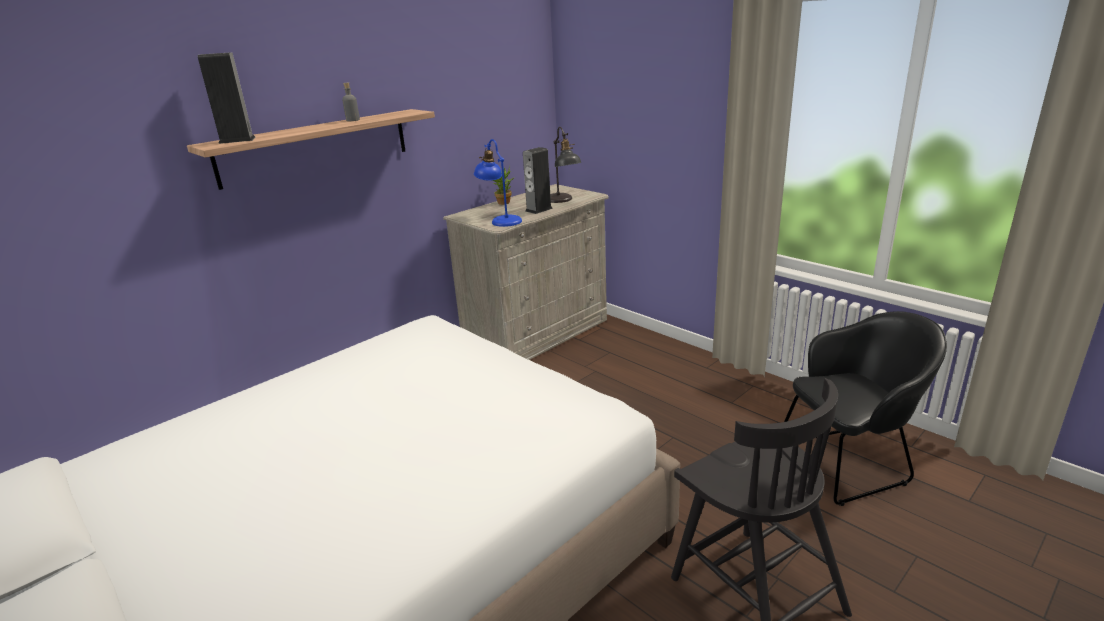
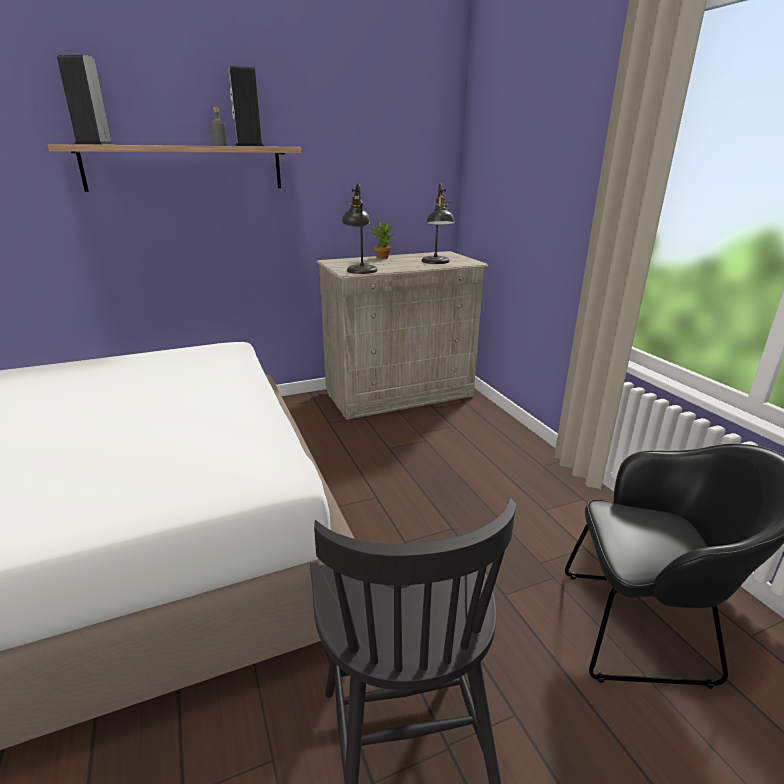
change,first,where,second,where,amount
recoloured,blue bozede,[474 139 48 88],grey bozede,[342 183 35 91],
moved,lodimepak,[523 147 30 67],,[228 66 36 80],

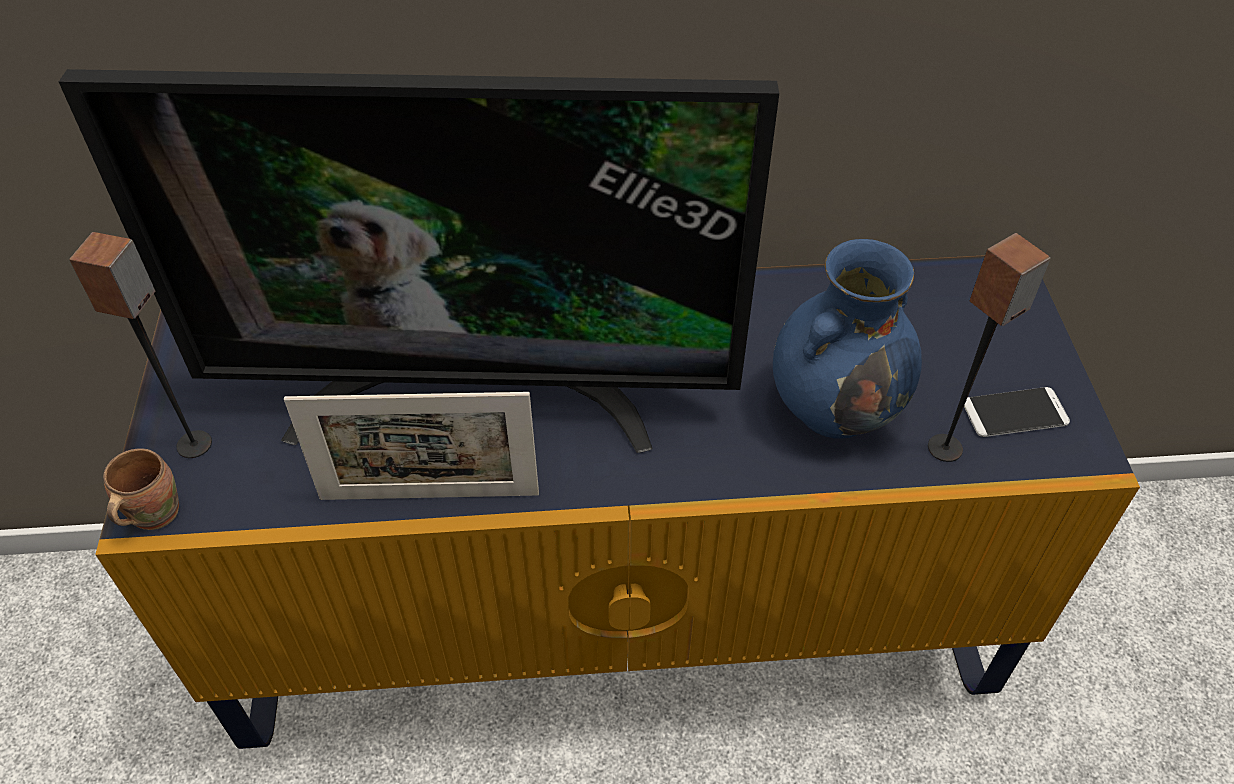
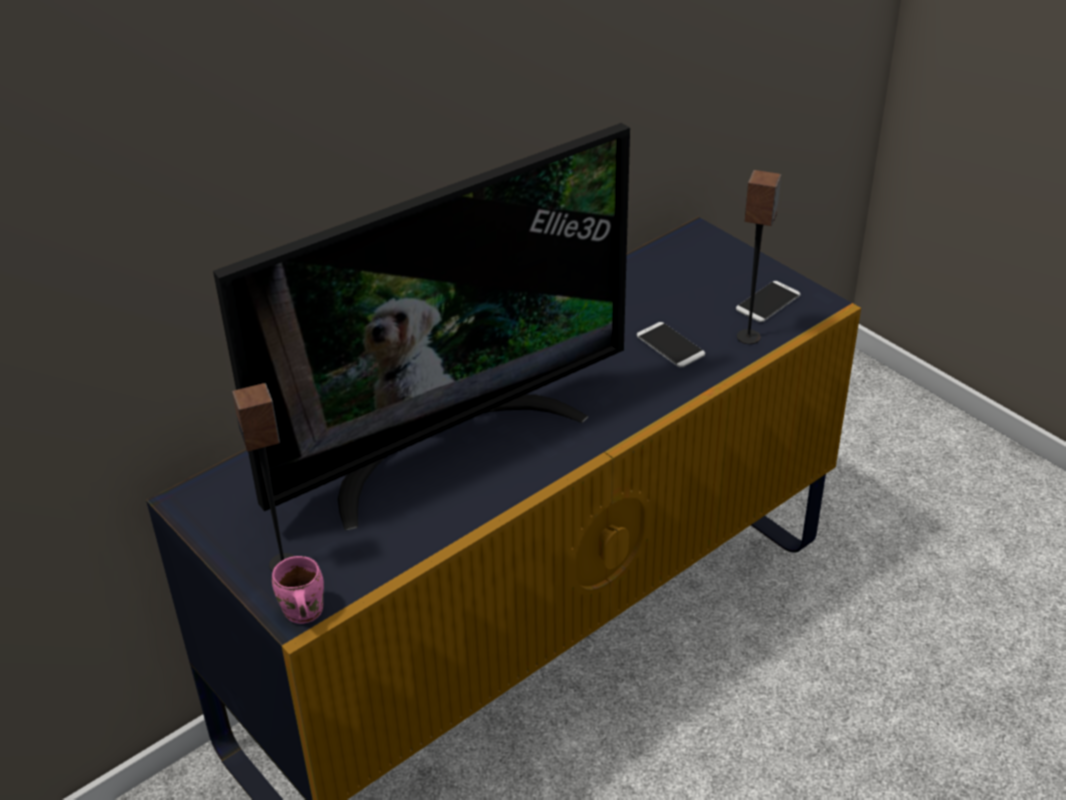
change,first,where,second,where,amount
replaced,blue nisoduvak,[773 239 149 199],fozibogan,[637 322 68 46],
removed,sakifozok,[284 392 255 108],,,
recoloured,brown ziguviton,[103 448 76 82],pink ziguviton,[272 556 52 68],

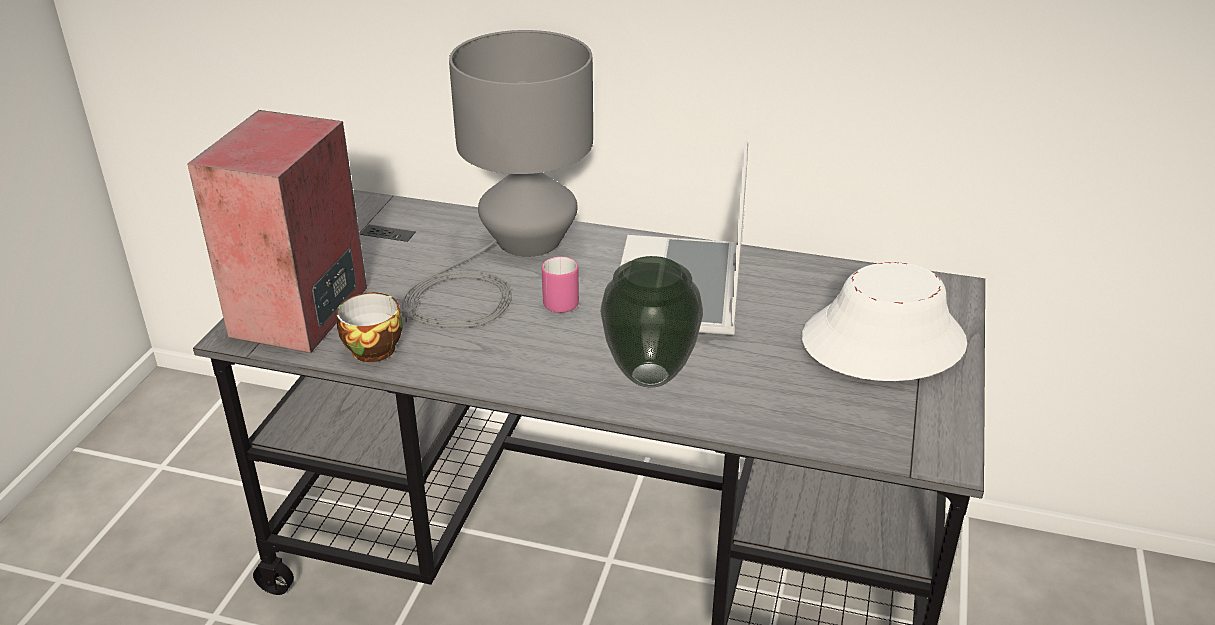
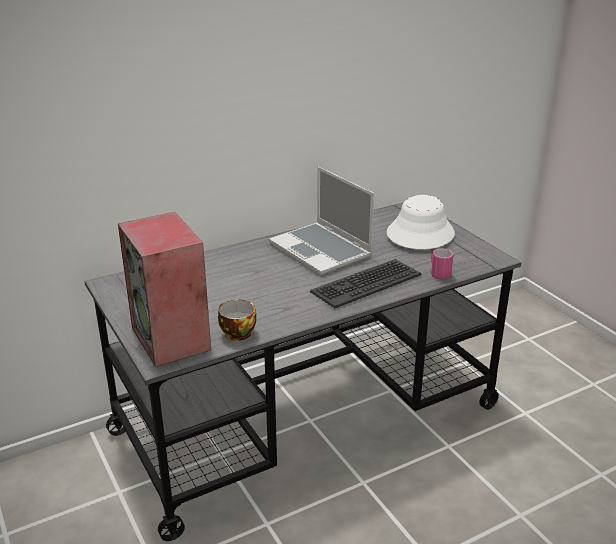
change,first,where,second,where,amount
removed,grey bozede,[401 30 192 298],,,
replaced,nisoduvak,[600 256 103 132],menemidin,[310 259 111 49],
moved,pink ziguviton,[542 257 37 56],,[431 249 23 31],

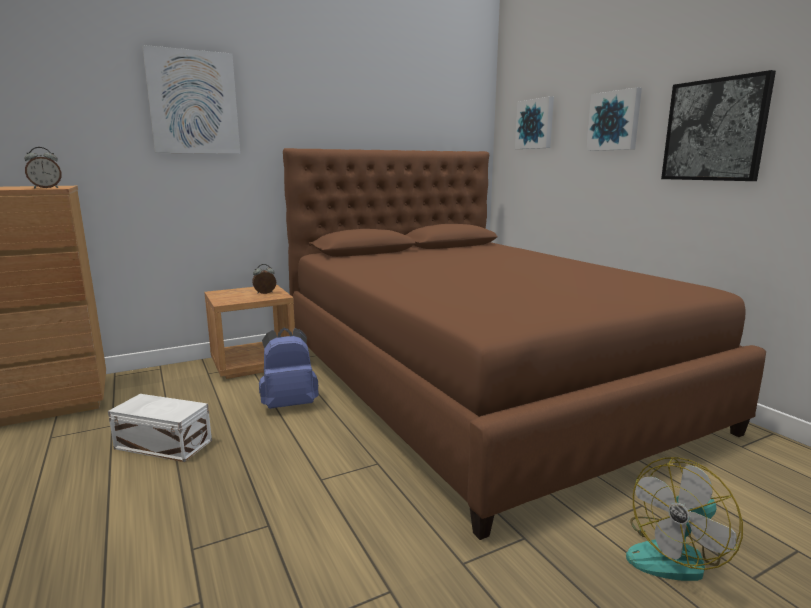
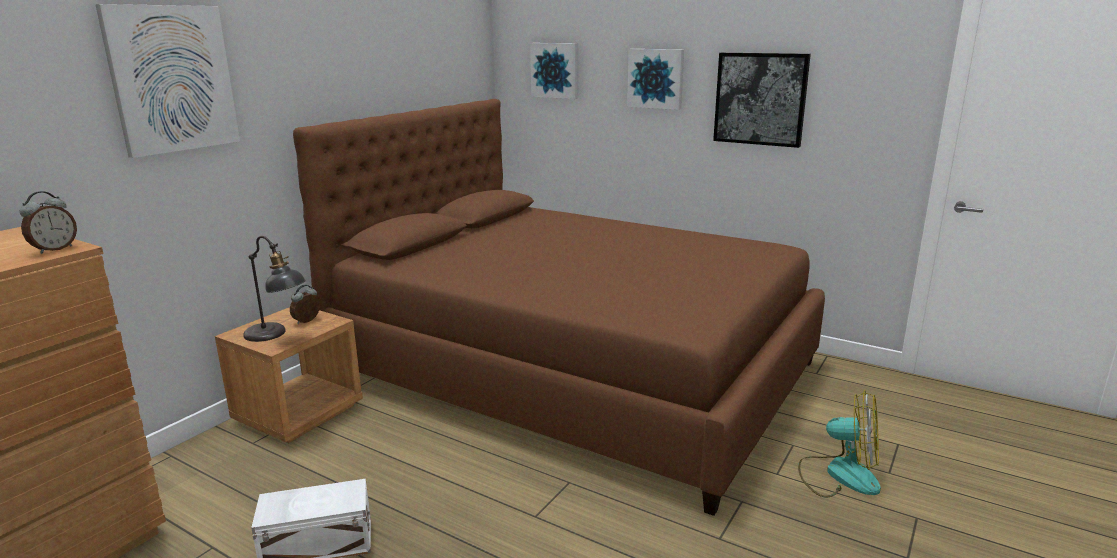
change,first,where,second,where,amount
removed,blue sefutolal,[259 328 60 81],,,
turned,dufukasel,[626 457 117 124],,[798 390 83 108],90 degrees counterclockwise
added,,,grey bozede,[244 236 62 106],

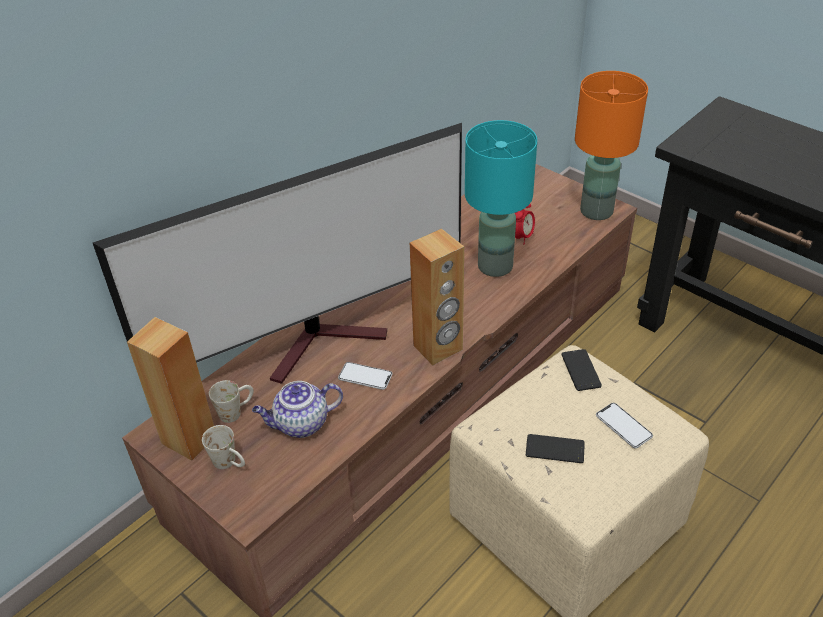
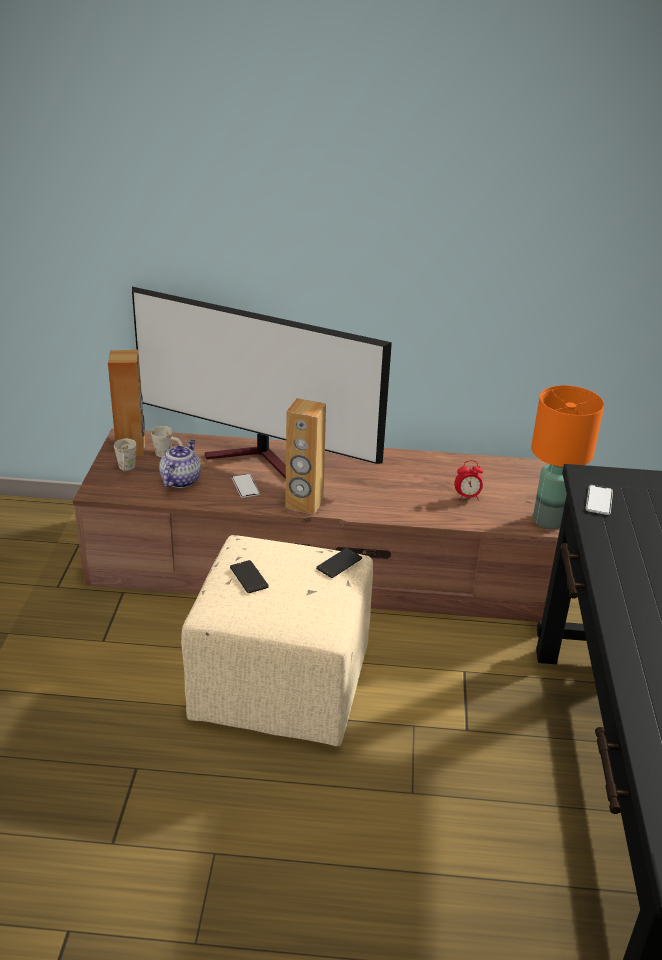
change,first,where,second,where,amount
removed,turquoise bozede,[465 120 72 157],,,
turned,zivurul,[252 381 91 57],,[159 440 42 48],75 degrees clockwise
moved,fozibogan,[596 403 57 45],,[586 485 27 30],

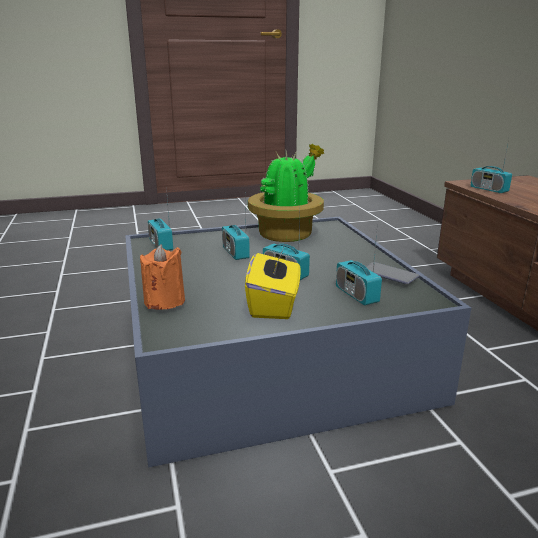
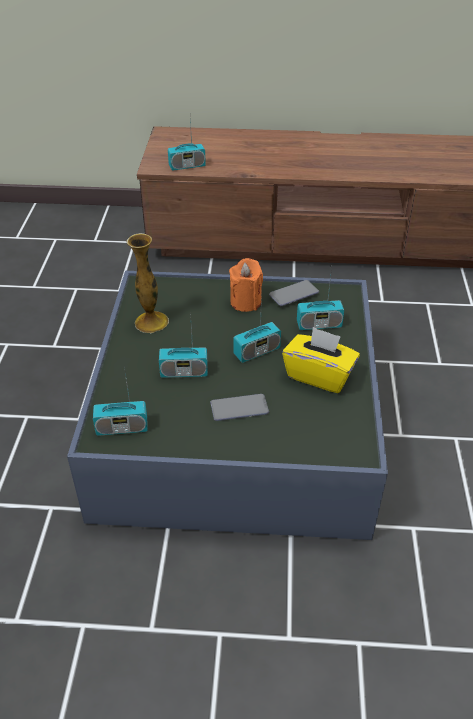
change,first,where,second,where,amount
replaced,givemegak,[248 144 77 98],nisoduvak,[127 233 42 100],
moved,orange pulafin,[140 244 45 65],,[229 258 34 54],
added,,,fozibogan,[210 394 59 27],

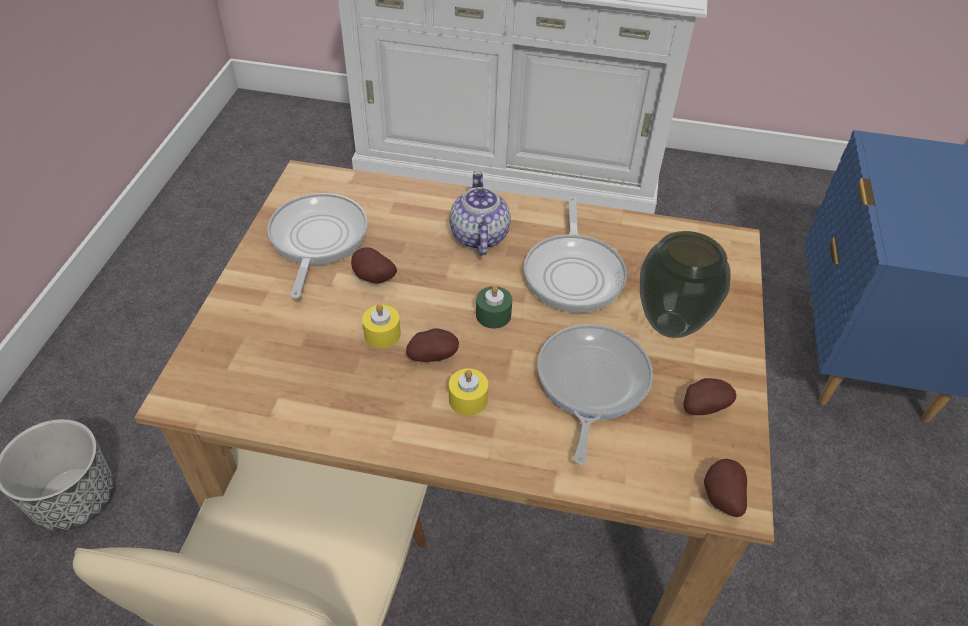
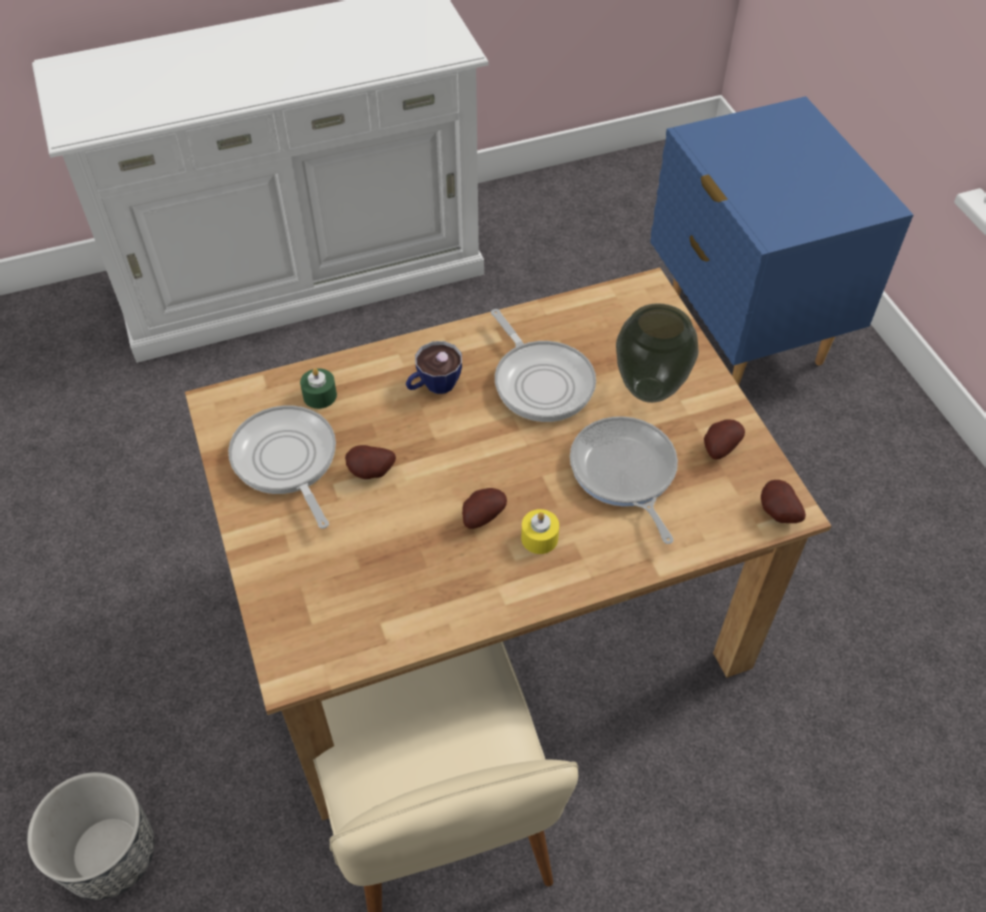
change,first,where,second,where,amount
replaced,zivurul,[450 171 61 85],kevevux,[406 341 56 53],
moved,green pulafin,[476 285 36 43],,[300 368 37 41],
removed,yellow pulafin,[362 304 39 44],,,

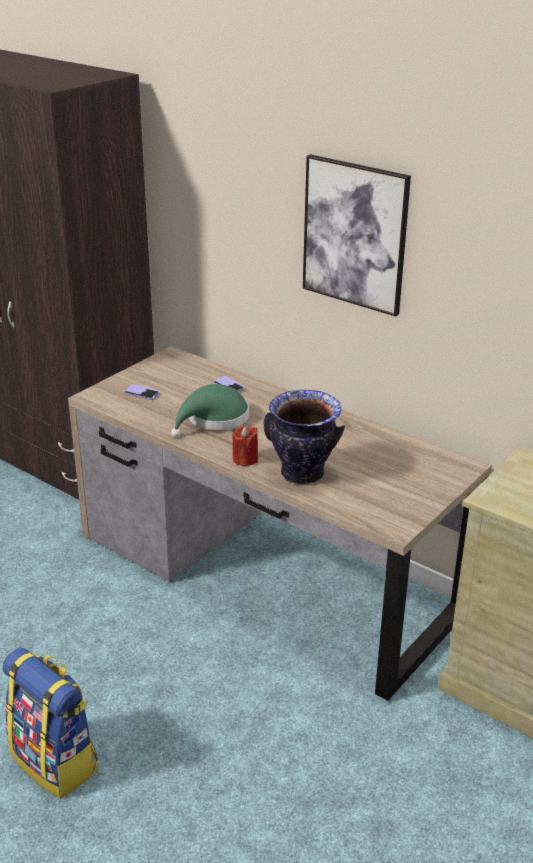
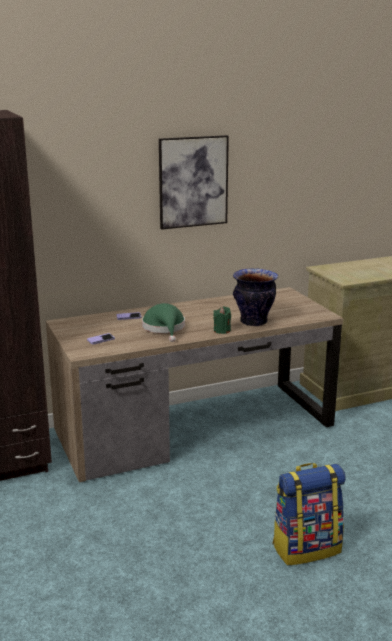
change,first,where,second,where,amount
recoloured,red pulafin,[233 426 25 40],green pulafin,[213 306 18 28],

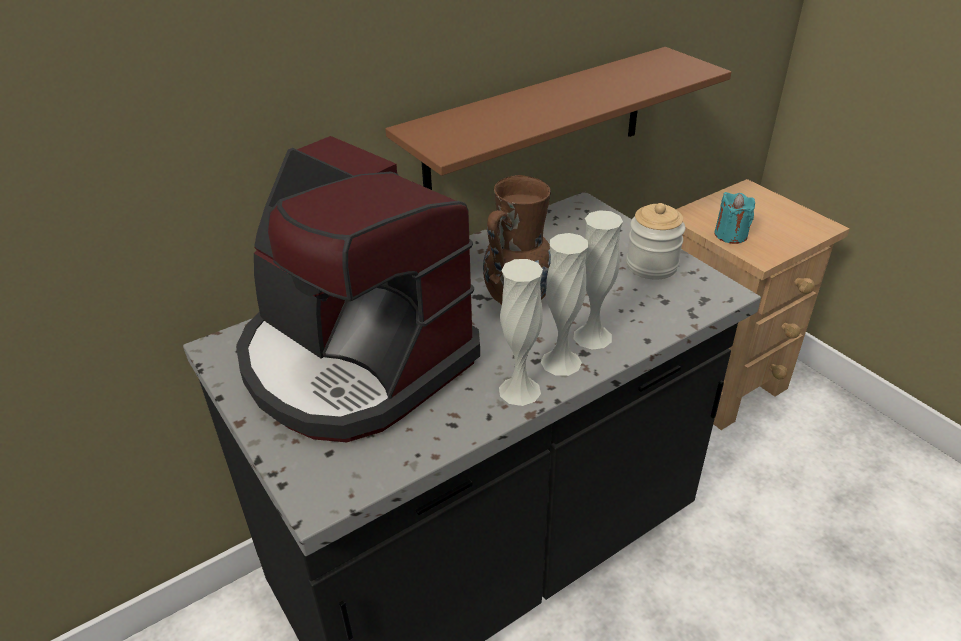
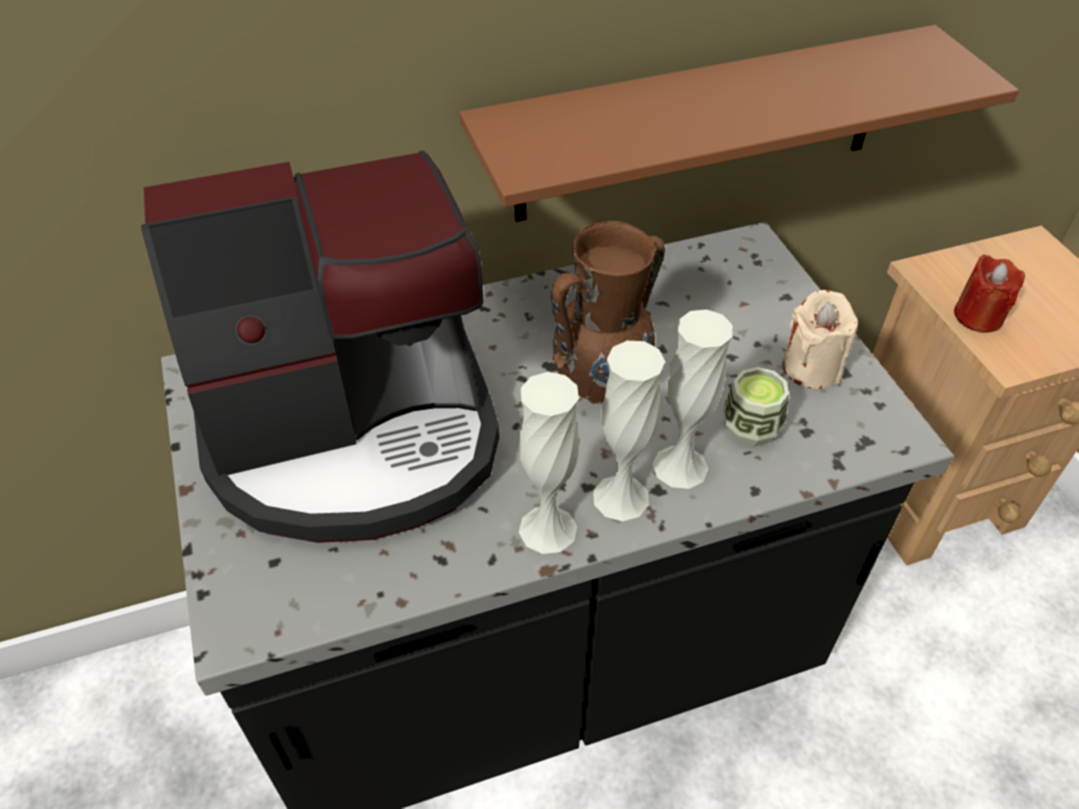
change,first,where,second,where,amount
turned,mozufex,[236 136 244 306],,[141 151 358 392],75 degrees counterclockwise
recoloured,turquoise pulafin,[714 192 41 52],red pulafin,[954 254 71 79],
replaced,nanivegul,[626 203 59 77],beige pulafin,[782 290 76 99],
added,,,kevevux,[723 367 66 80],

